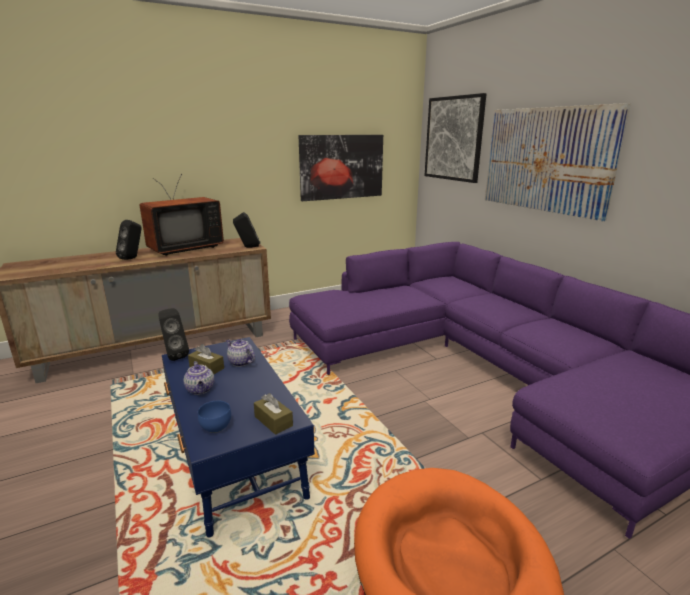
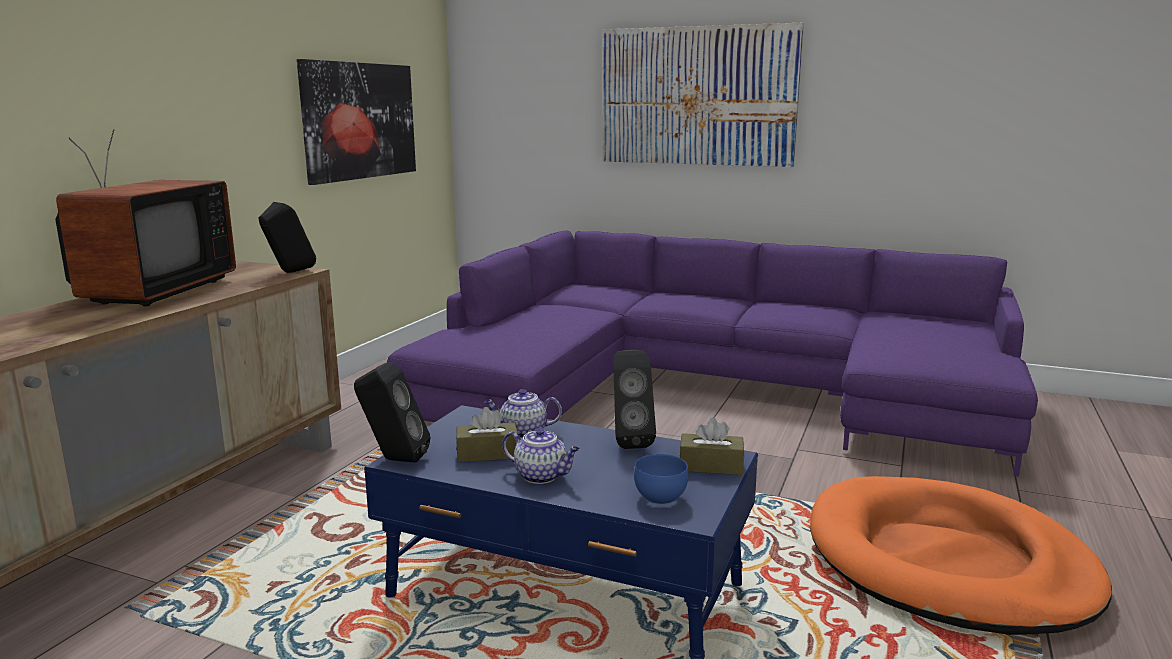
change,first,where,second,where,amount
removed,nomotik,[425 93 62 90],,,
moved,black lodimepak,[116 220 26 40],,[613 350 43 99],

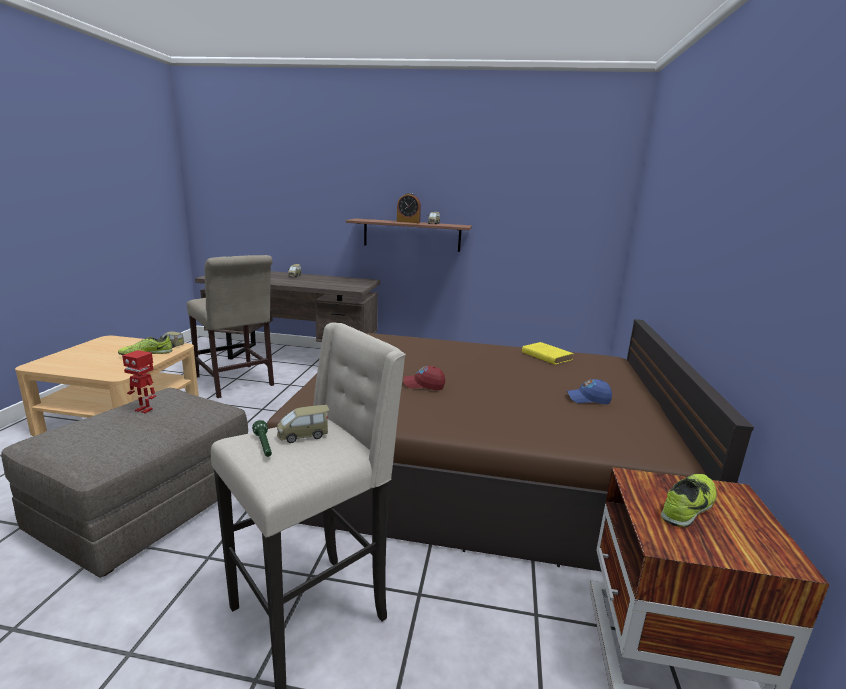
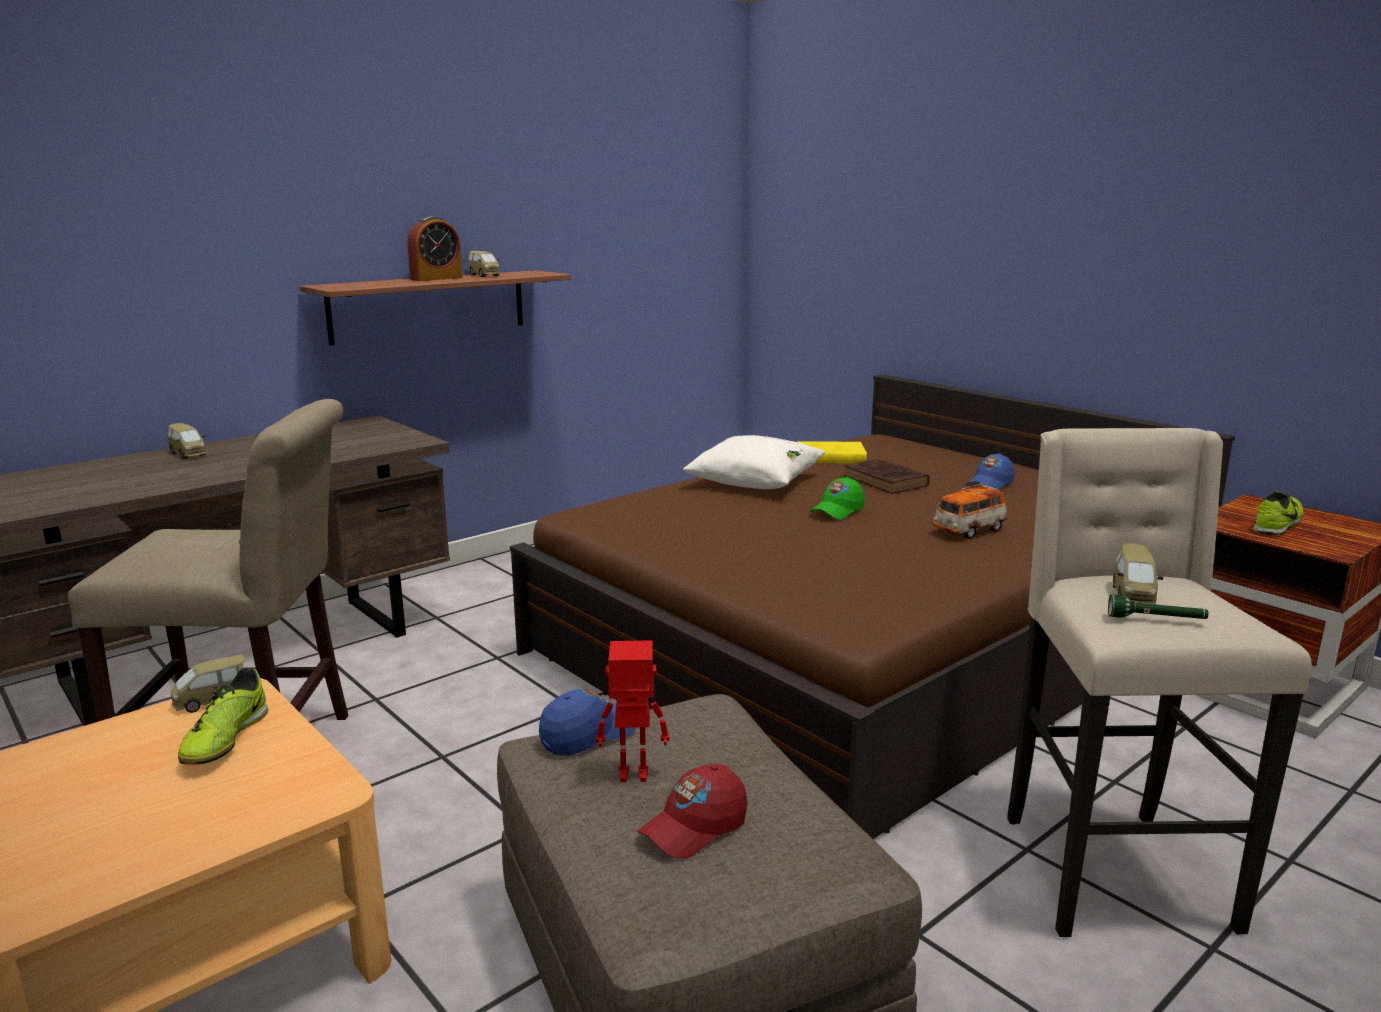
change,first,where,second,where,amount
turned,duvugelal,[122 350 34 63],,[596 640 74 142],150 degrees counterclockwise
moved,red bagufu,[403 366 42 25],,[637 764 111 95],
turned,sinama,[661 474 56 54],,[1253 491 51 44],45 degrees clockwise
added,,,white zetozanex,[683 435 142 54],
added,,,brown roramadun,[844 459 86 35],
added,,,green bagufu,[810 477 54 43],
added,,,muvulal,[933 484 74 55],
added,,,blue bagufu,[539 689 98 67],

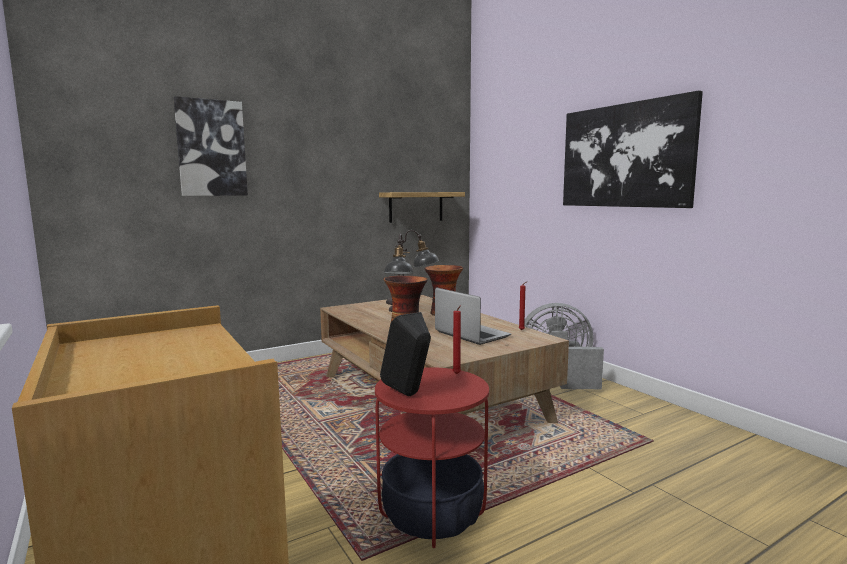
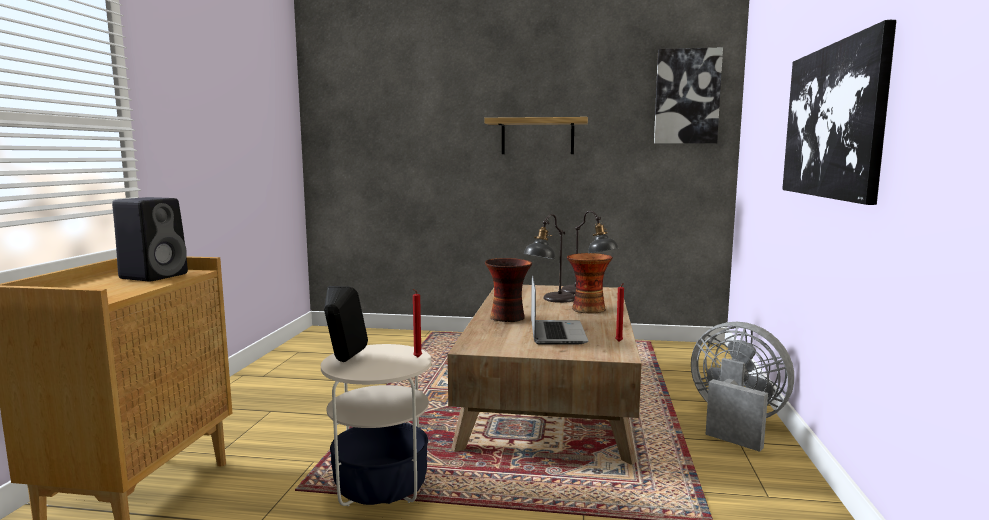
change,first,where,second,where,amount
moved,nomotik,[173 96 75 100],,[654 47 69 96],
moved,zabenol,[379 192 86 31],,[484 117 104 37],
recoloured,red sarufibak,[375 367 114 181],beige sarufibak,[321 344 111 162],
added,,,black lodimepak,[112 197 76 84],

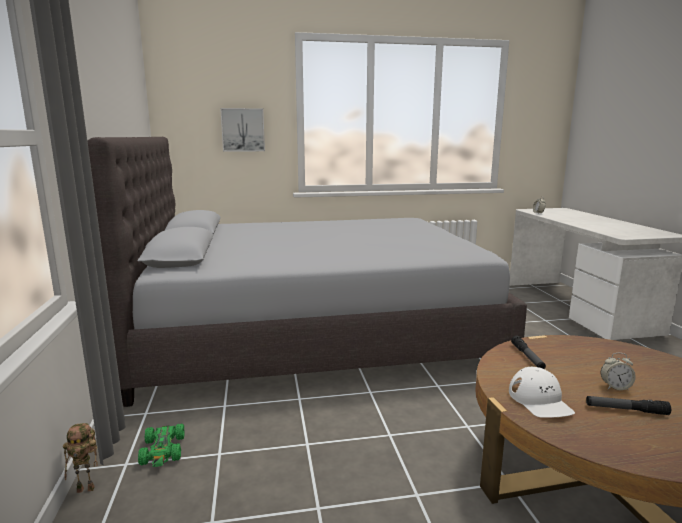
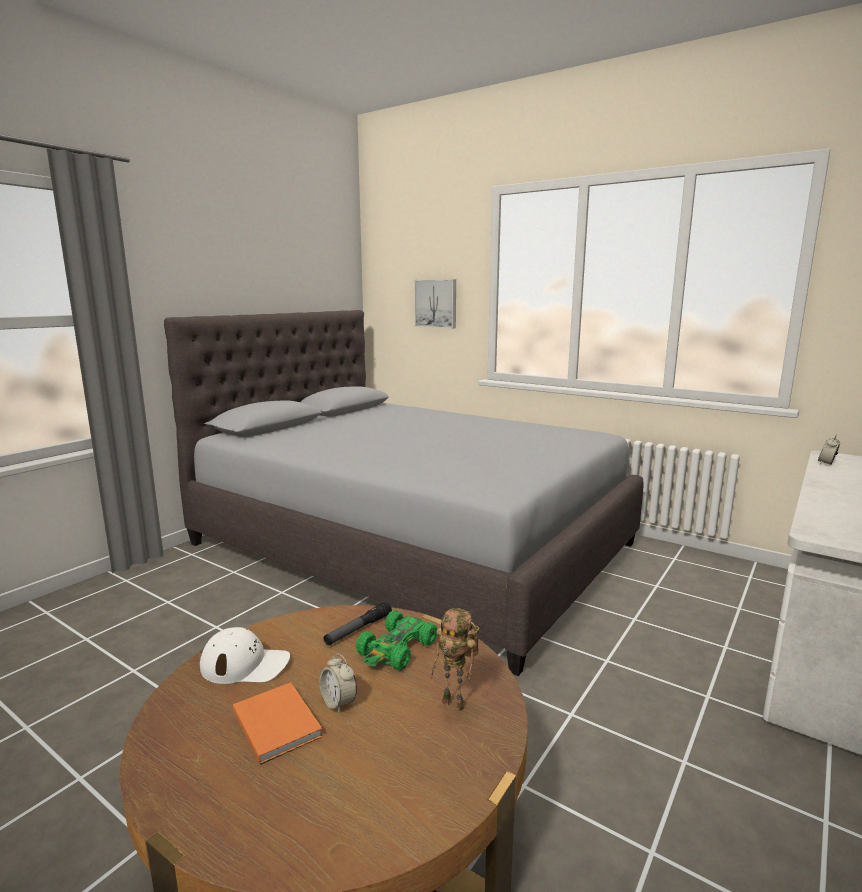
change,first,where,second,where,amount
turned,white bagufu,[509 367 66 51],,[200 627 90 57],120 degrees counterclockwise
replaced,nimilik,[586 396 85 19],orange roramadun,[233 682 90 83],
moved,duvugelal,[63 423 35 70],,[429 608 50 103],
moved,green muvulal,[138 424 47 43],,[356 610 81 60],

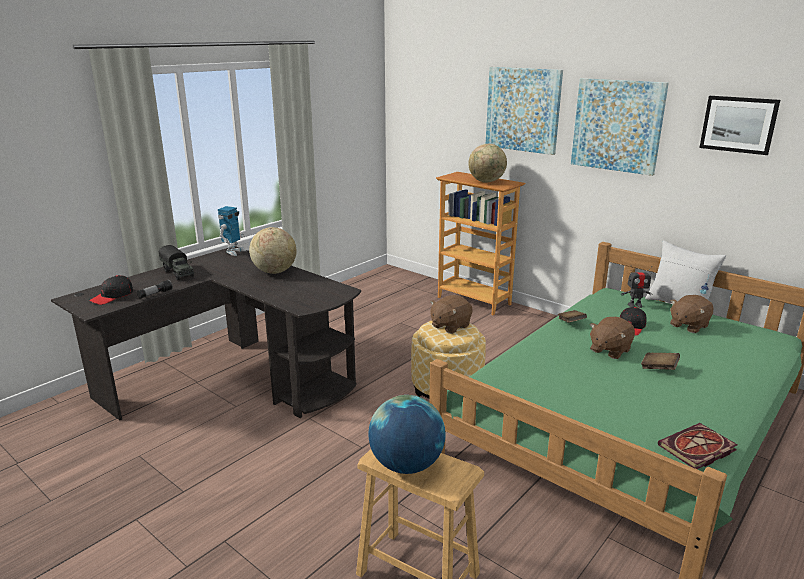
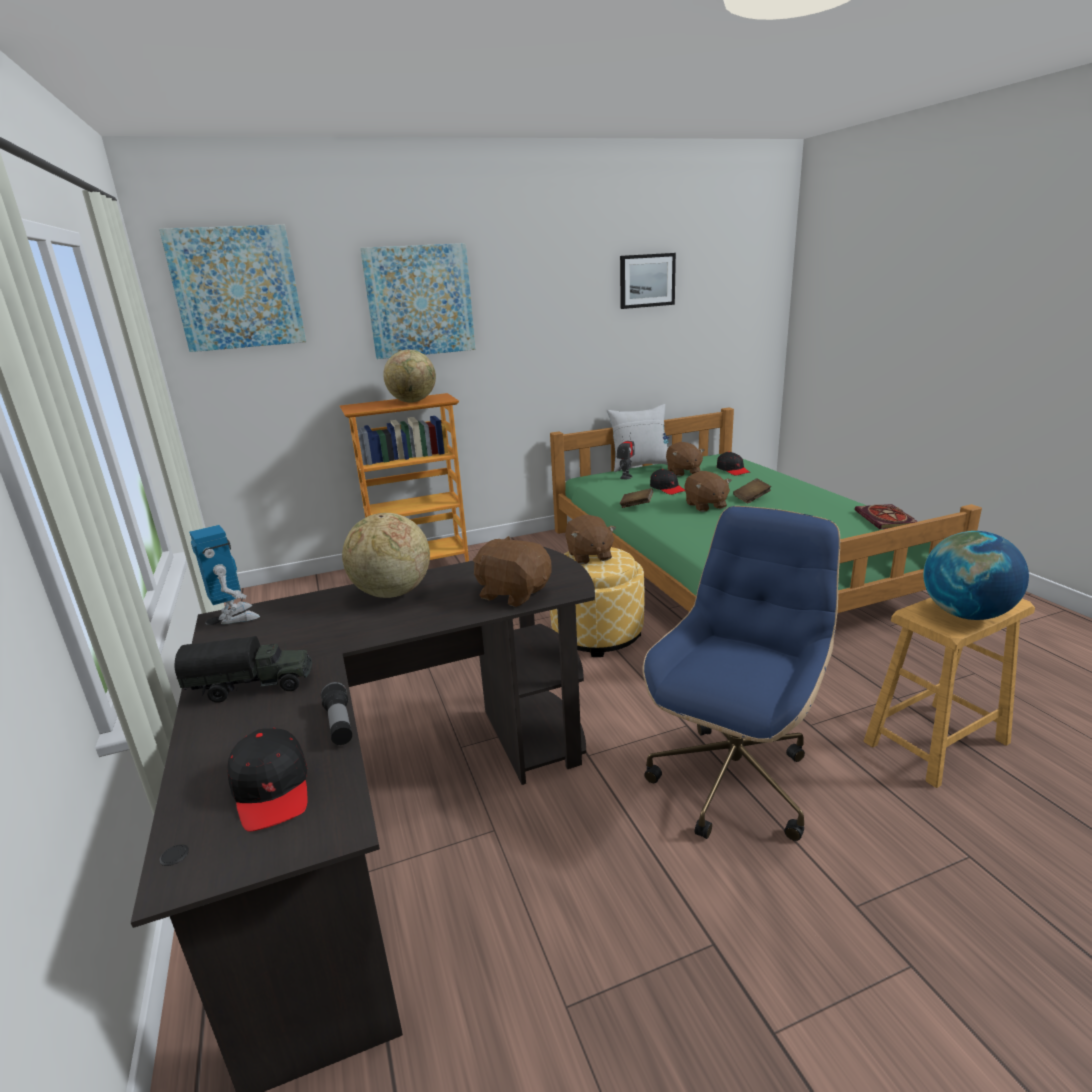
change,first,where,second,where,amount
moved,nomotik,[571 78 98 98],,[159 225 147 127],
added,,,black bagufu,[717 451 33 25],
added,,,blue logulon,[642 506 198 335],
added,,,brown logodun,[473 536 78 71],

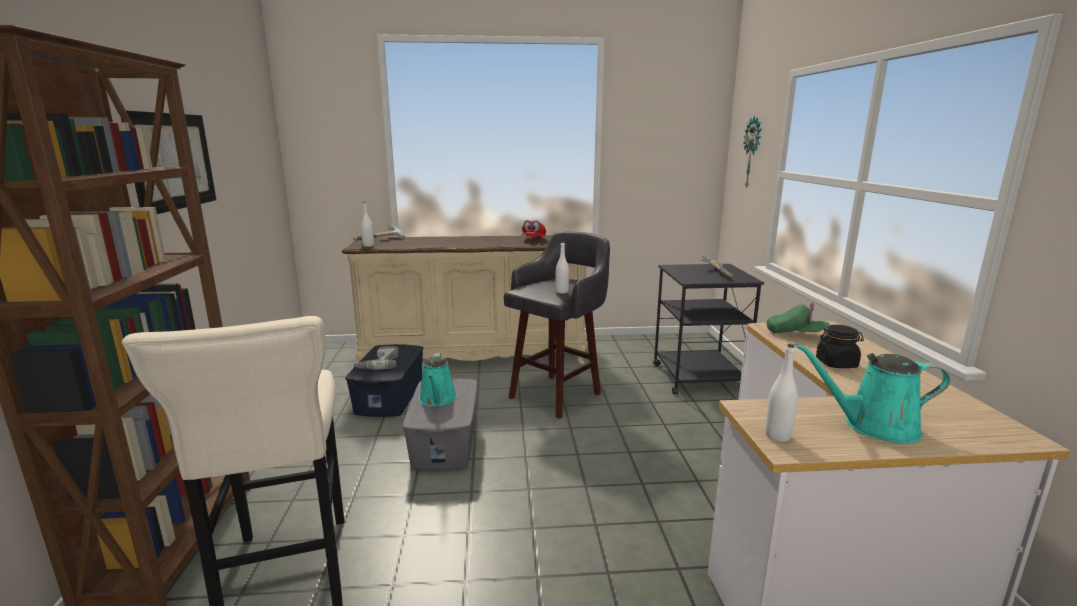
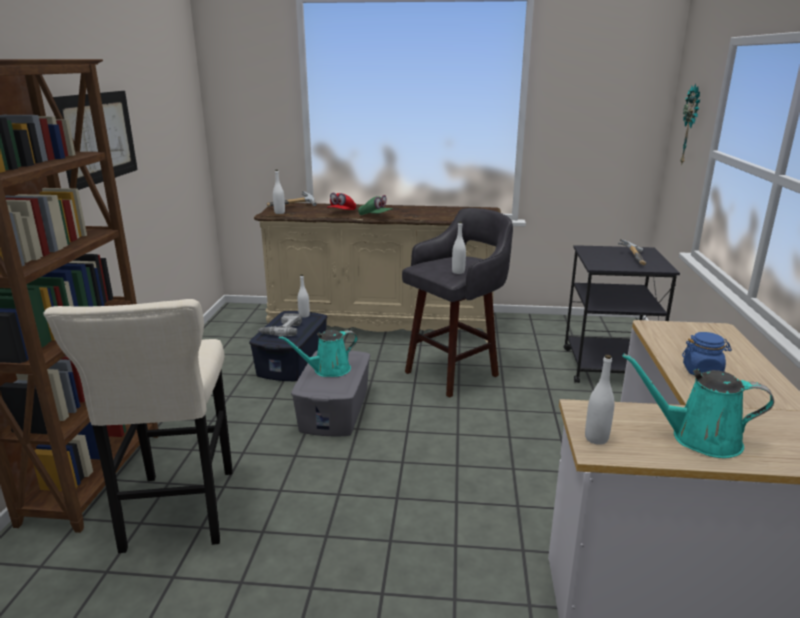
change,first,where,second,where,amount
moved,red bagufu,[522 220 24 17],,[327 193 29 17],
moved,green bagufu,[767 303 63 30],,[358 195 35 20],
recoloured,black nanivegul,[816 325 48 43],blue nanivegul,[682 332 50 43],
turned,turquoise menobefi,[419 353 38 53],,[279 330 79 47],60 degrees clockwise
added,,,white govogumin,[297 274 13 44],

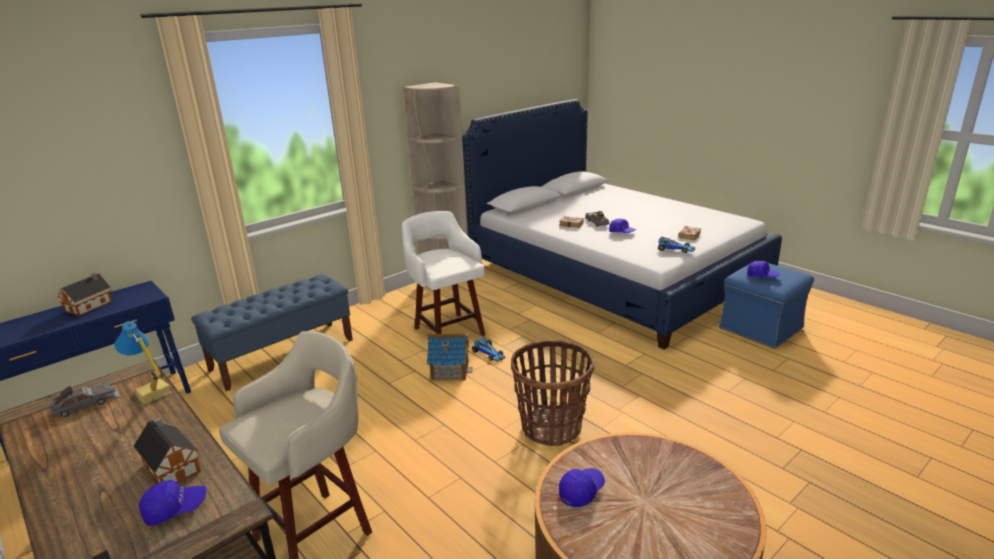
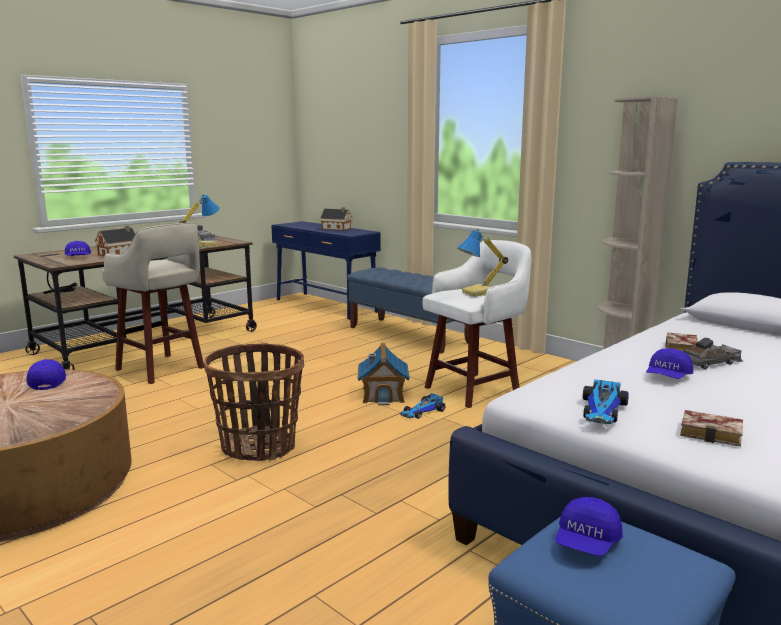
change,first,where,second,where,amount
turned,blue bagufu,[559 468 46 39],,[27 359 39 31],150 degrees counterclockwise
added,,,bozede,[457 229 51 68],

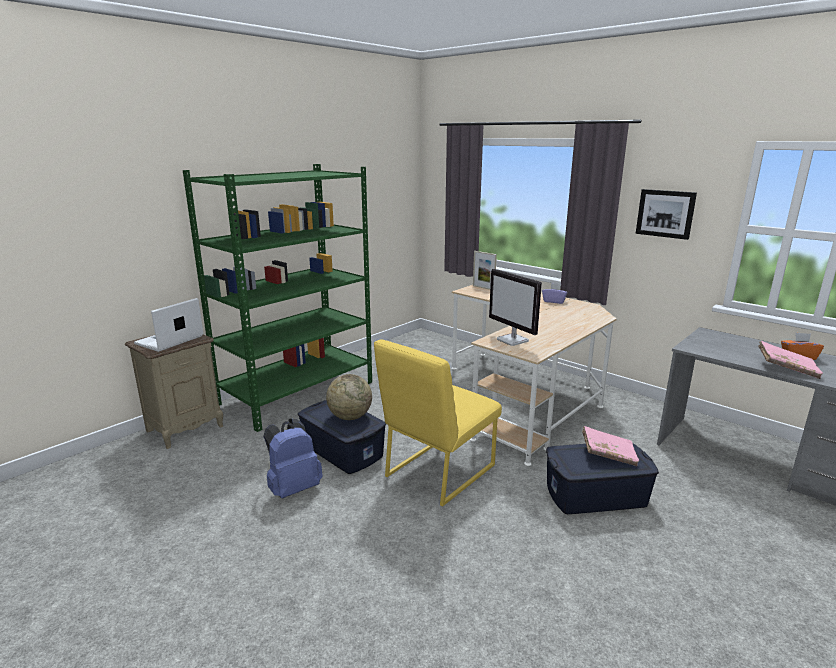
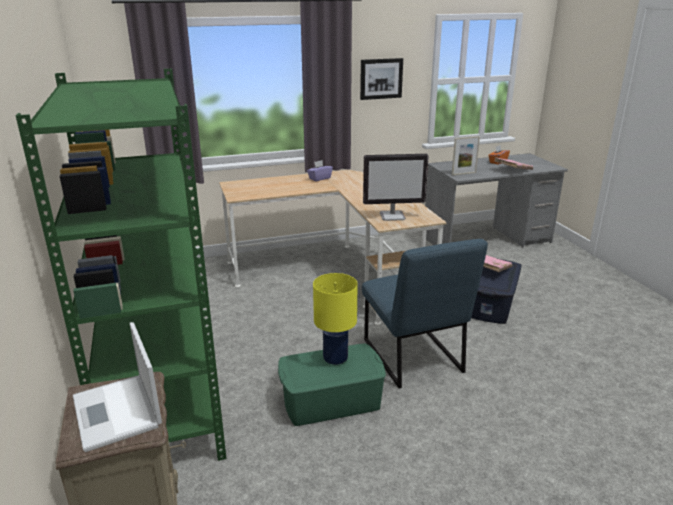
change,first,where,second,where,amount
moved,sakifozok,[473 251 24 39],,[452 136 28 39],
recoloured,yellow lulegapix,[374 339 128 168],blue lulegapix,[362 239 126 149],
replaced,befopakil,[326 374 46 46],yellow bozede,[313 273 45 92],
recoloured,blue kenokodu,[298 400 88 74],green kenokodu,[278 343 108 83],
removed,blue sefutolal,[263 419 60 79],,,

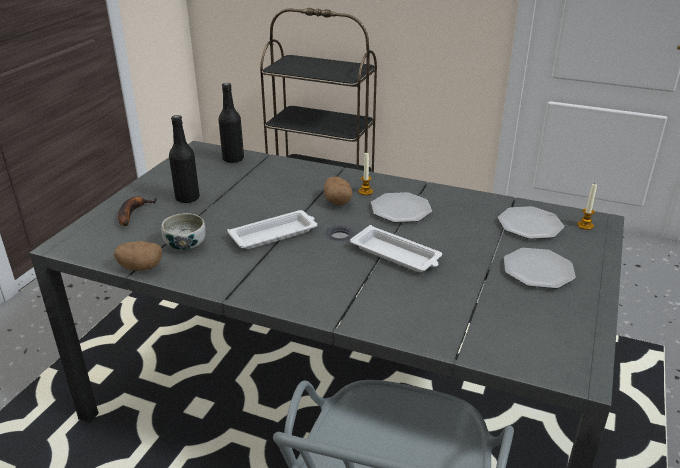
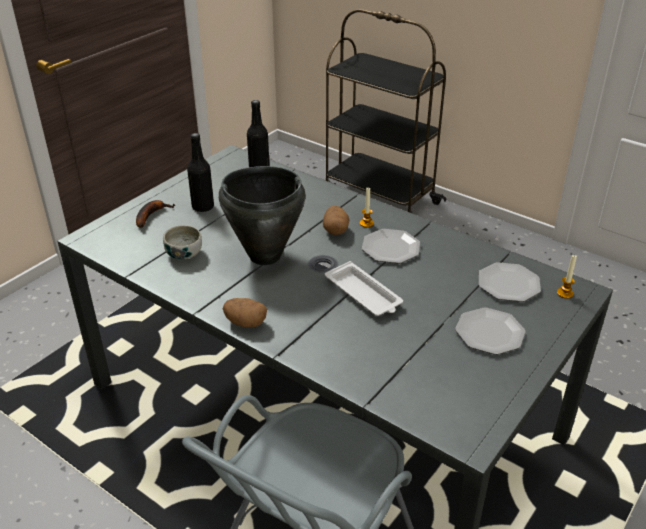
change,first,where,second,where,amount
replaced,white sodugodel,[227 210 90 39],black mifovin,[219 166 87 99],
moved,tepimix,[114 241 48 30],,[223 298 44 30],

